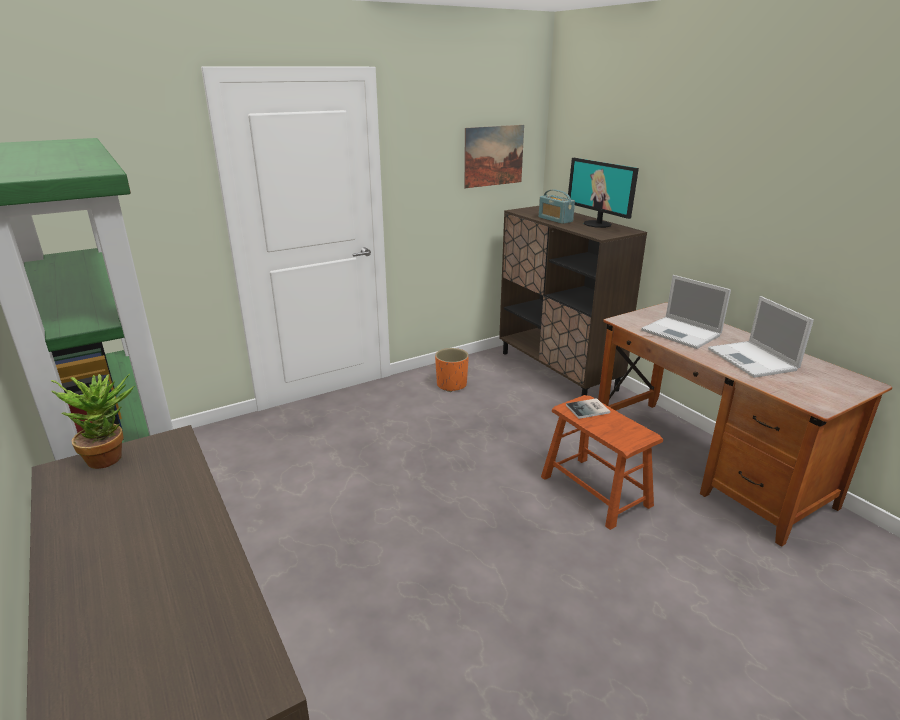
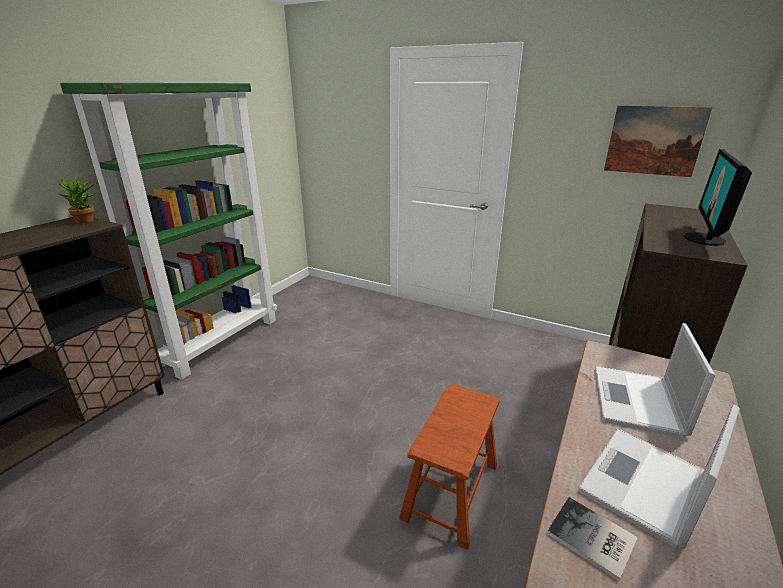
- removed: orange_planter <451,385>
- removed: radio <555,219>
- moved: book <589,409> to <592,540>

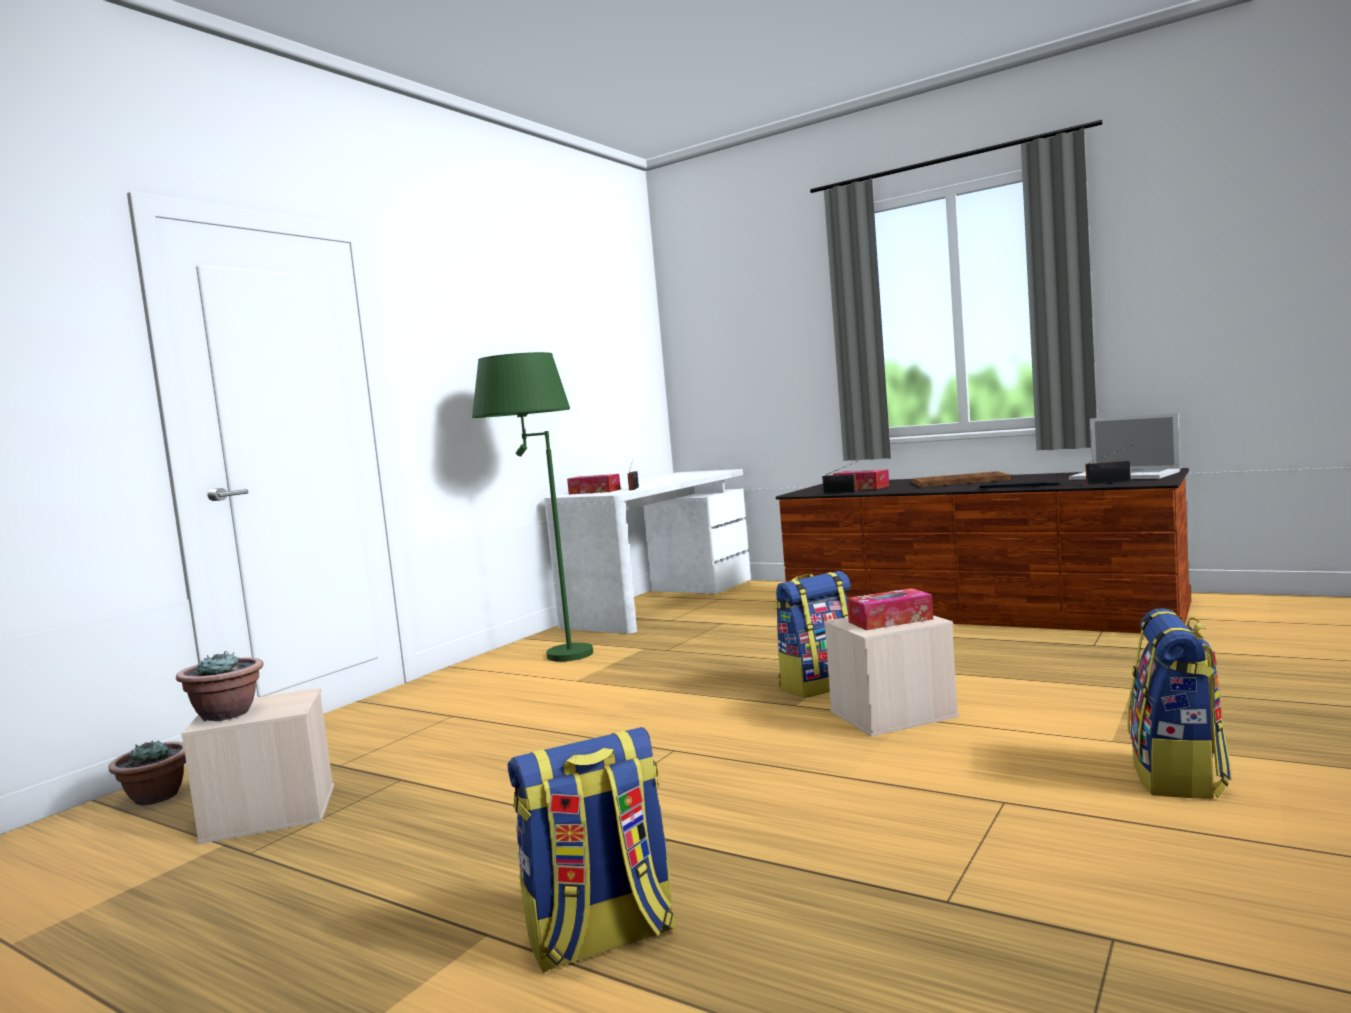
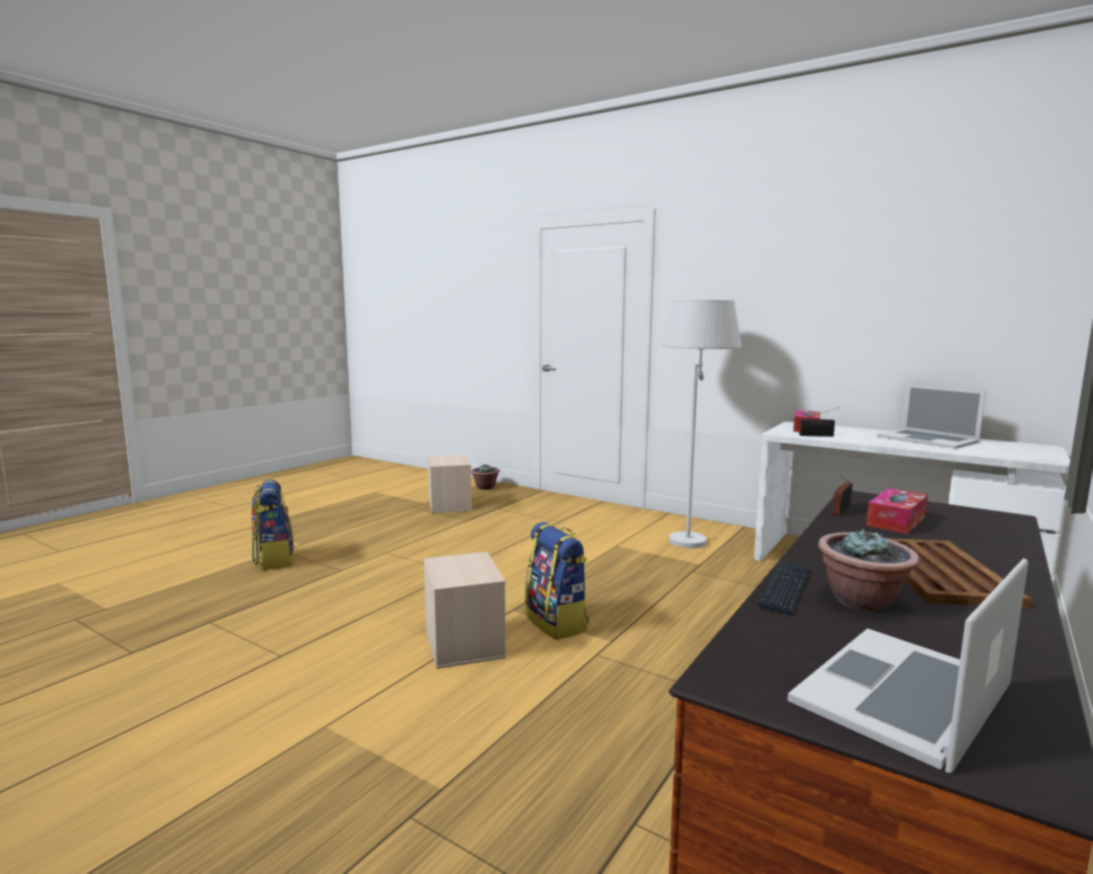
- removed: tissue_box <890,620>
- removed: radio <1111,482>
- removed: backpack <1178,776>
- added: laptop <927,439>
- moved: potted_plant <227,714> to <862,601>
- recoloured: green_floor_lamp <547,654> to white_floor_lamp <692,535>

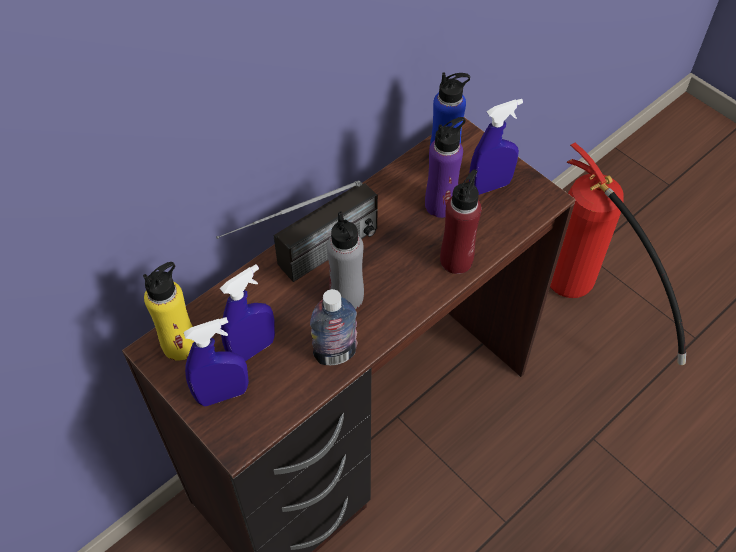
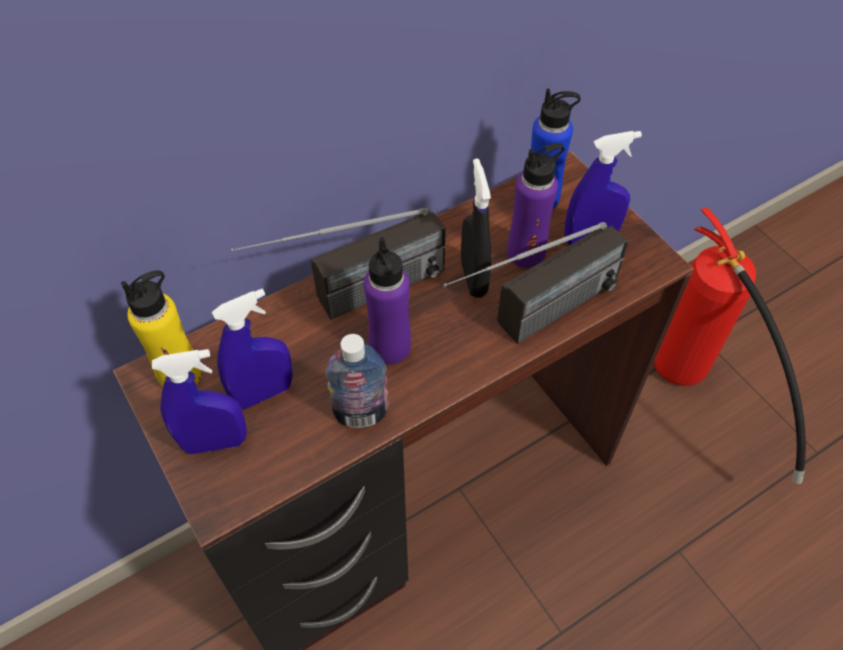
- added: black_spray_bottle <473,278>
- replaced: red_bottle <456,260> to radio <532,322>
- recoloured: grey_bottle <346,297> to purple_bottle <390,347>

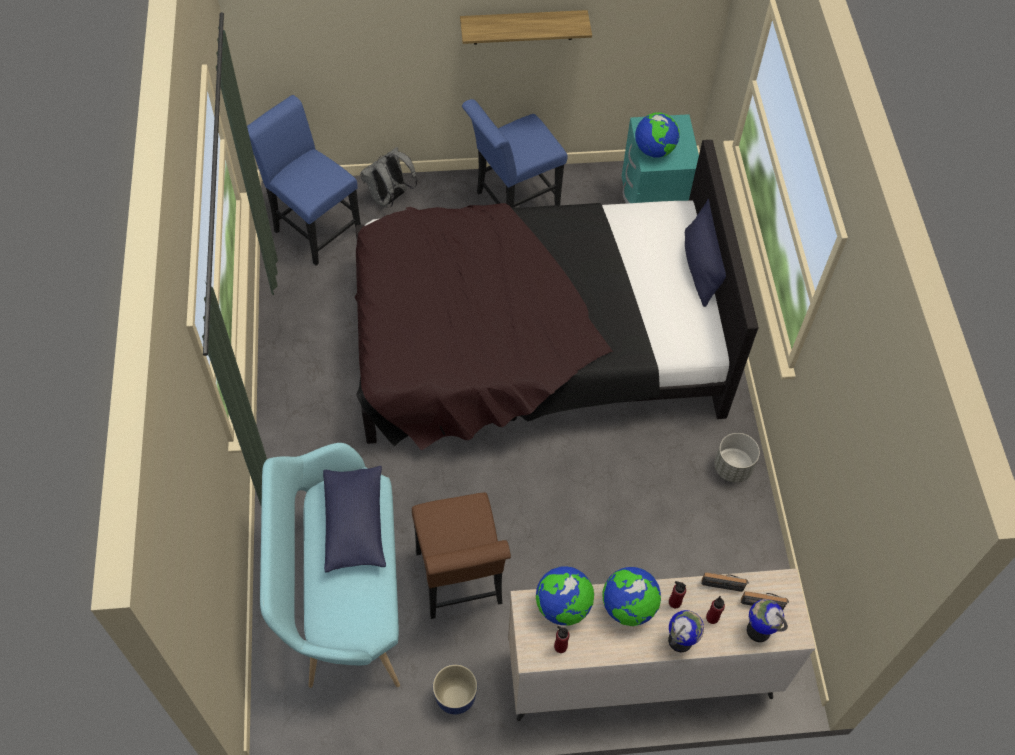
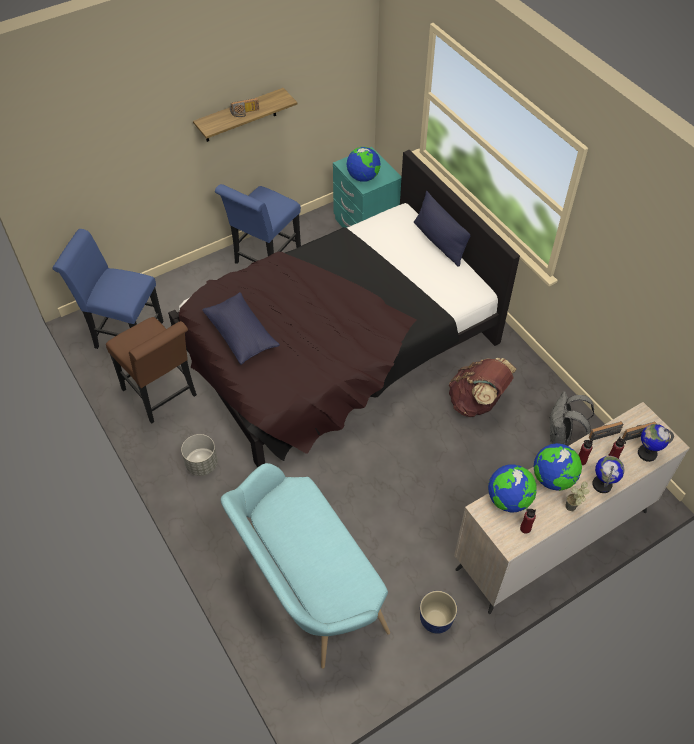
- added: radio <245,113>
- added: brown_backpack <477,402>
- added: potted_plant <572,509>
- moved: blue_pillow <355,524> to <241,335>
- moved: grey_backpack <390,198> to <561,436>
- moved: brown_chair <460,584> to <162,395>
- moved: grey_planter <733,468> to <202,464>

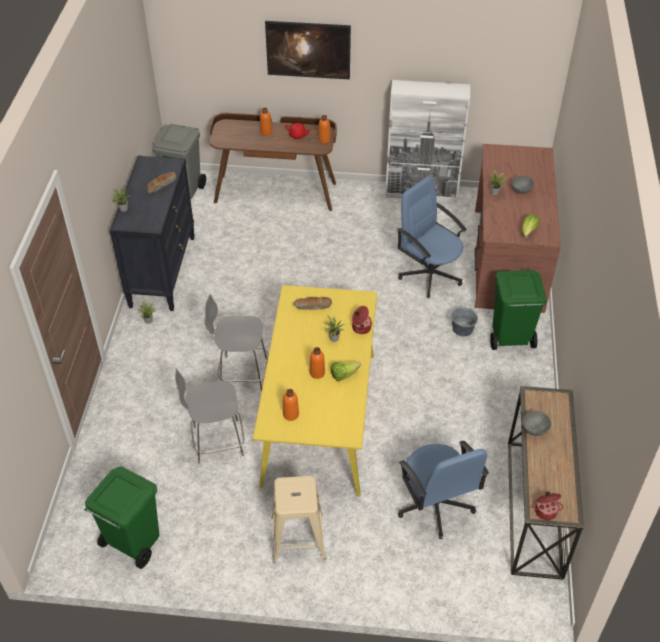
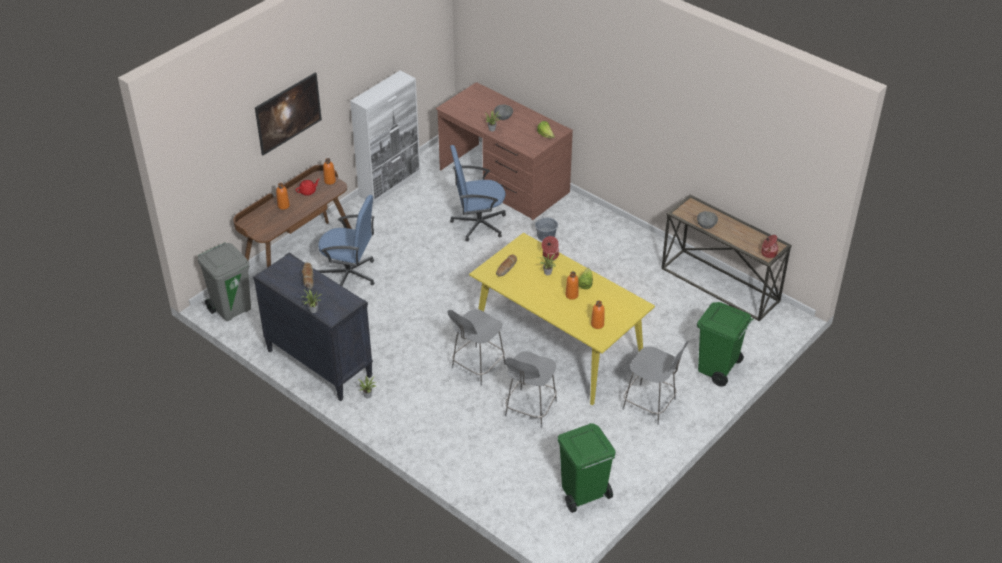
- moved: blue_office_chair <435,505> to <349,275>
- moved: green_trash_can <510,338> to <717,369>
- replaced: beige_stool <298,537> to grey_chair <651,405>

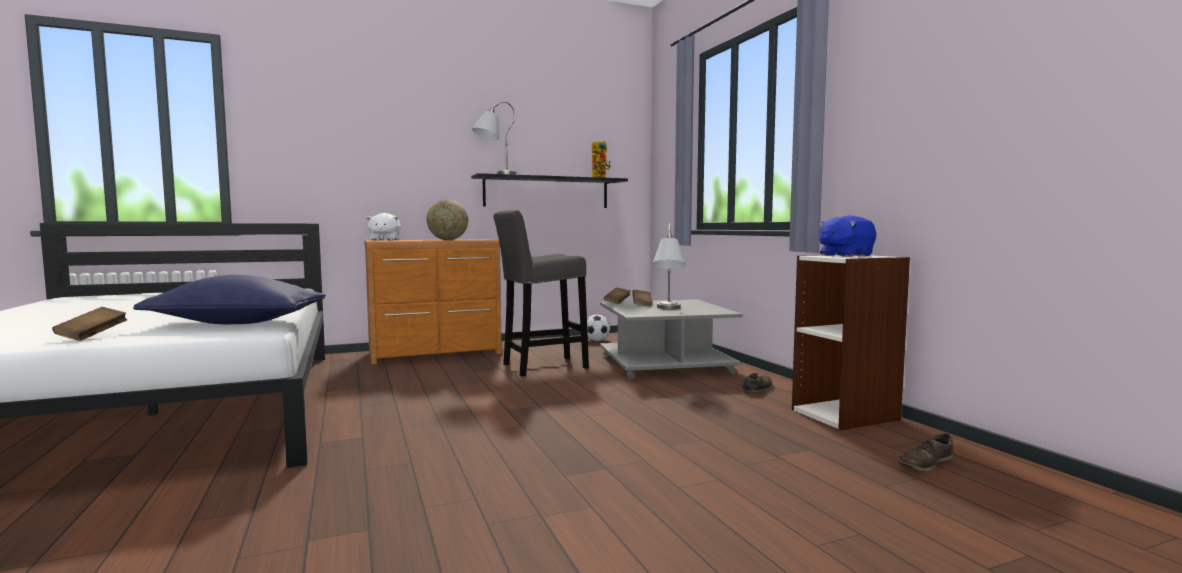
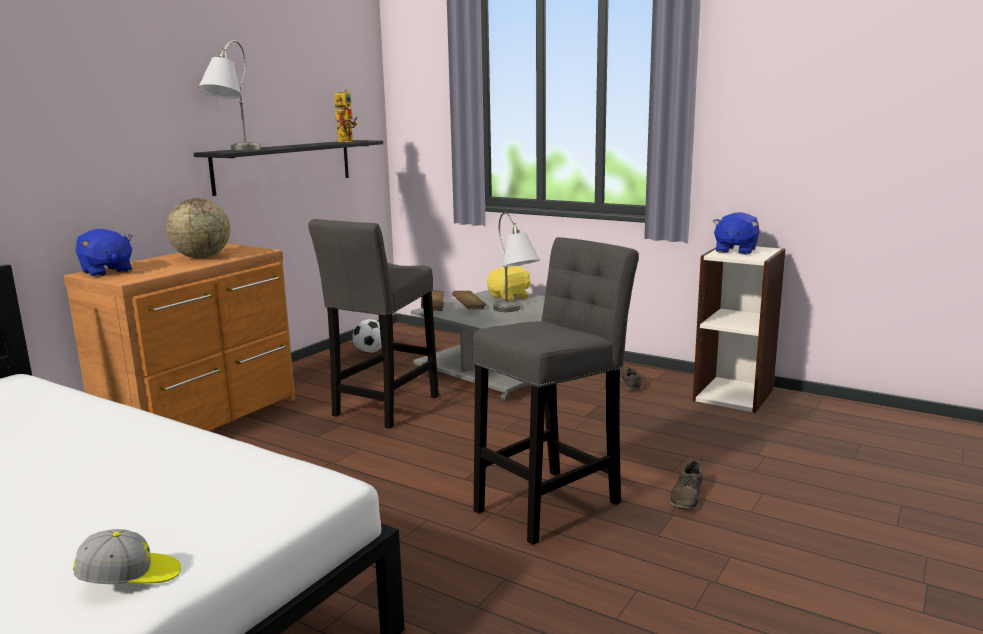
- removed: blue_pillow <237,323>
- added: grey_stool <553,503>
- added: yellow_plush_toy <510,297>
- moved: brown_shoe <925,463> to <687,496>
- replaced: brown_book <92,336> to cap <130,578>
- recoloured: white_plush_toy <384,240> to blue_plush_toy <106,272>

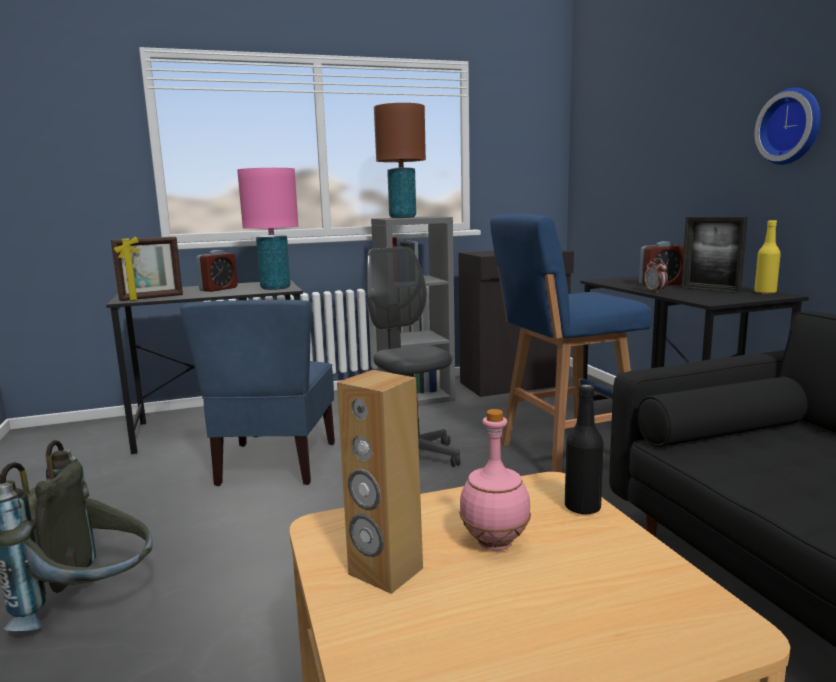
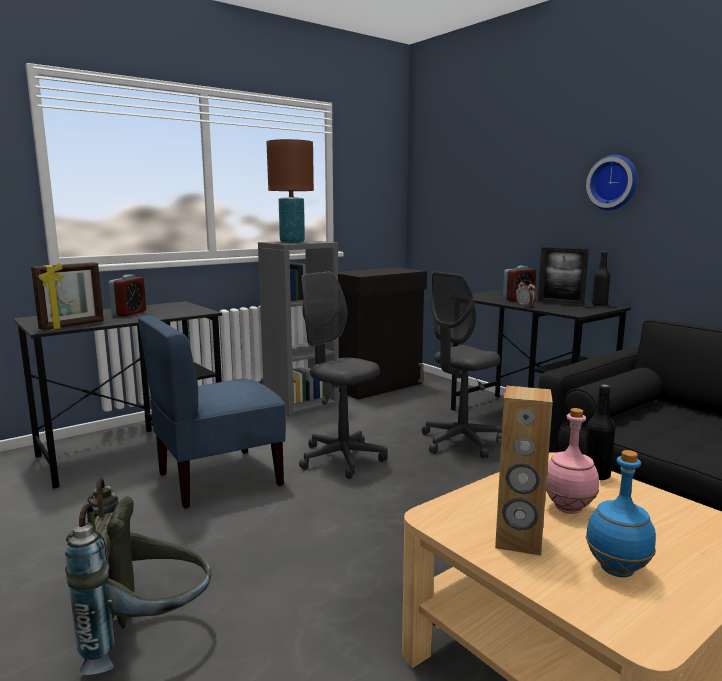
- removed: pink_table_lamp <275,288>
- added: blue_bottle <615,569>
- replaced: blue_stool <563,455> to grey_office_chair <460,442>
- recoloured: yellow_bottle <765,292> to black_bottle <599,304>
- turned: blue_chair <275,464> = <219,479> 75 degrees clockwise

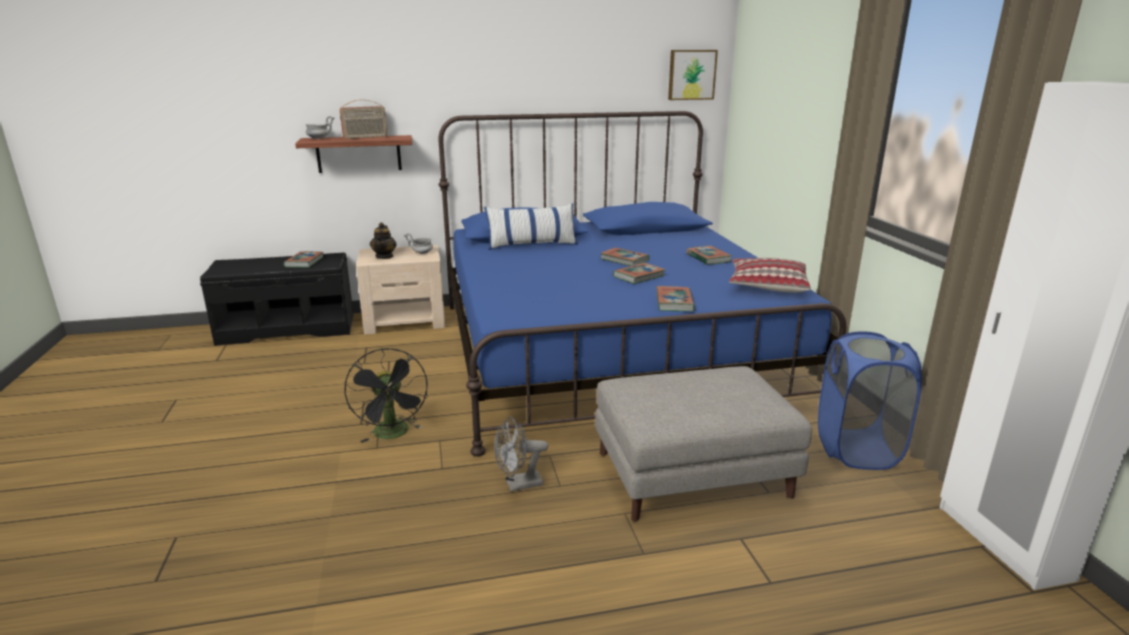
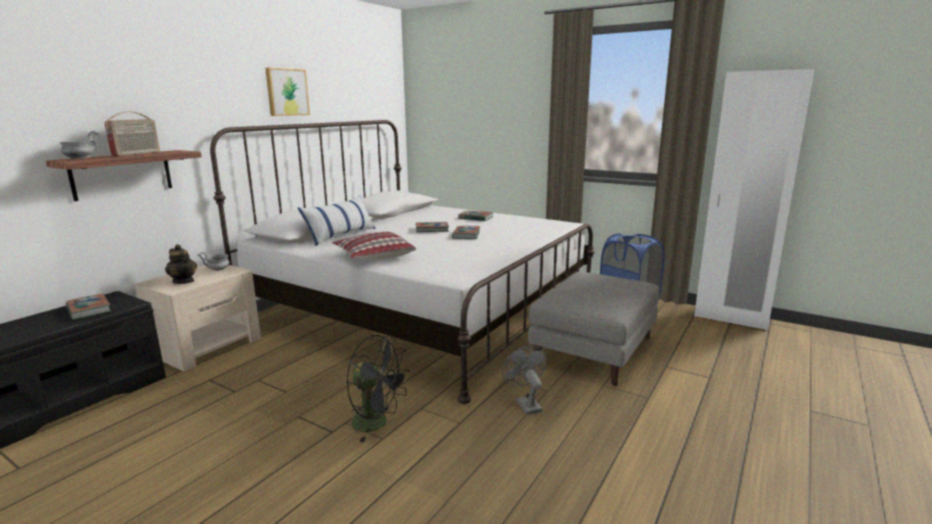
- removed: book <674,302>
- moved: picture <691,74> to <286,92>
- moved: pillow <767,285> to <373,256>
- recoloured: blue_bed <609,351> to white_bed <422,308>
- turned: grey_fan <518,485> = <525,404> 135 degrees clockwise

